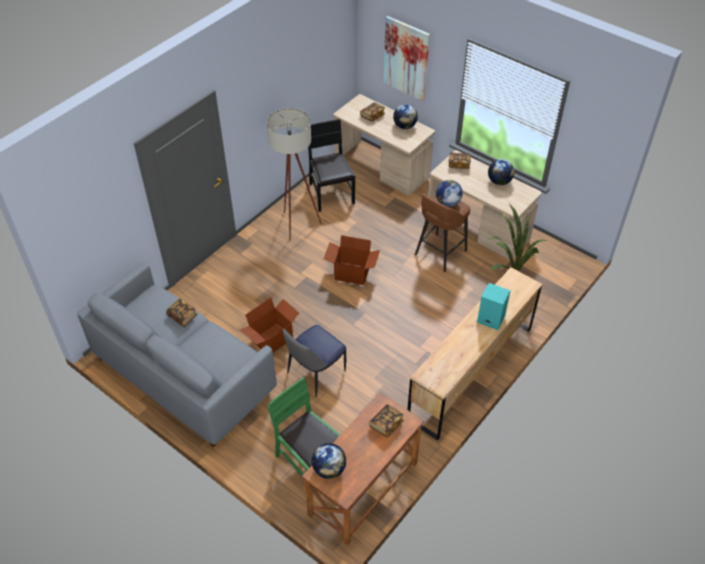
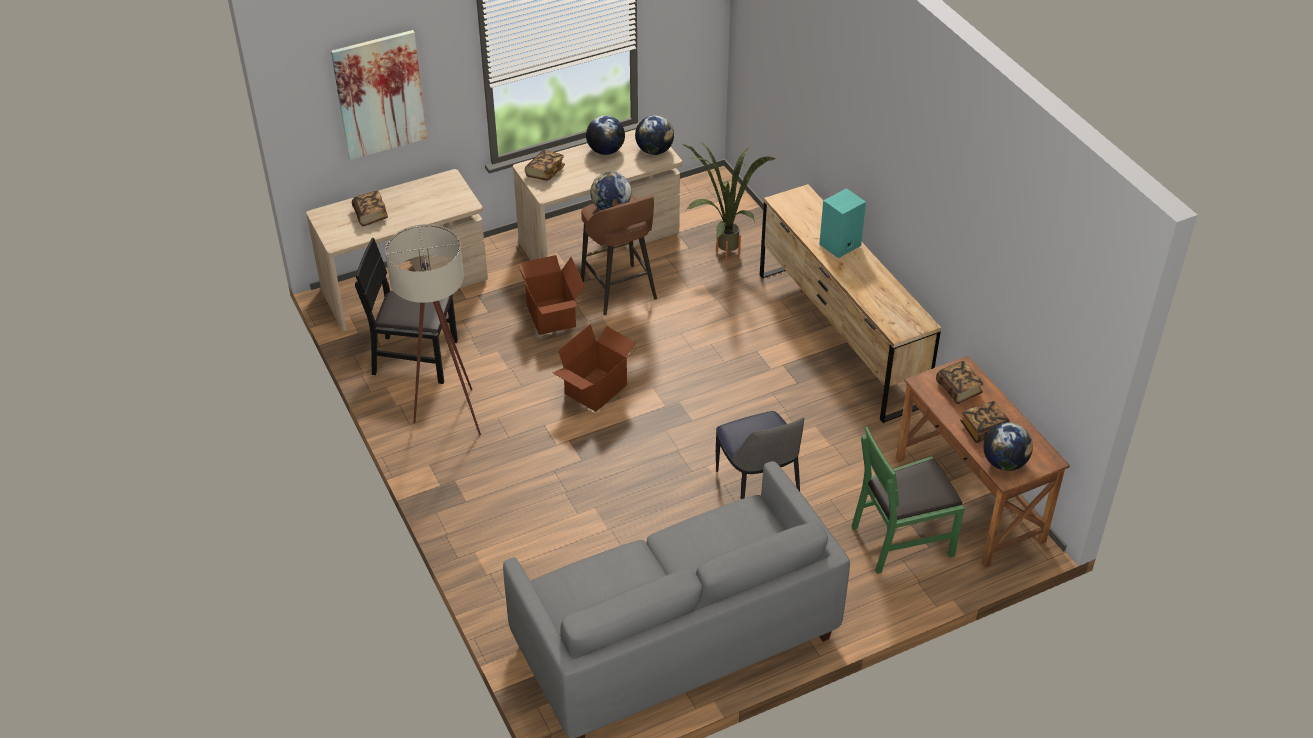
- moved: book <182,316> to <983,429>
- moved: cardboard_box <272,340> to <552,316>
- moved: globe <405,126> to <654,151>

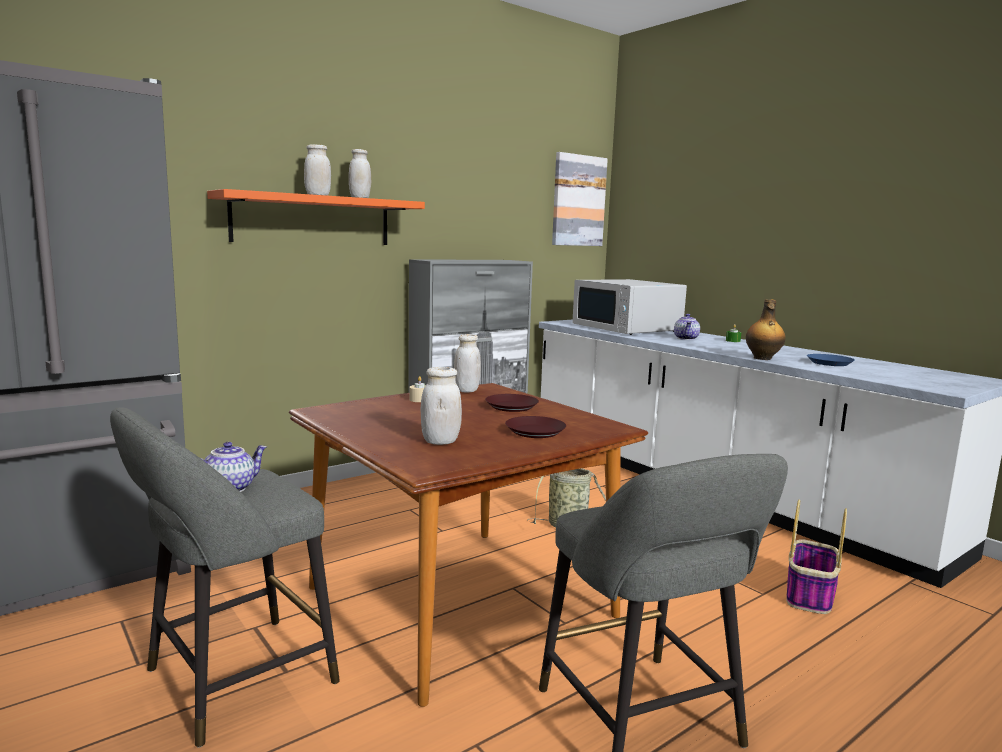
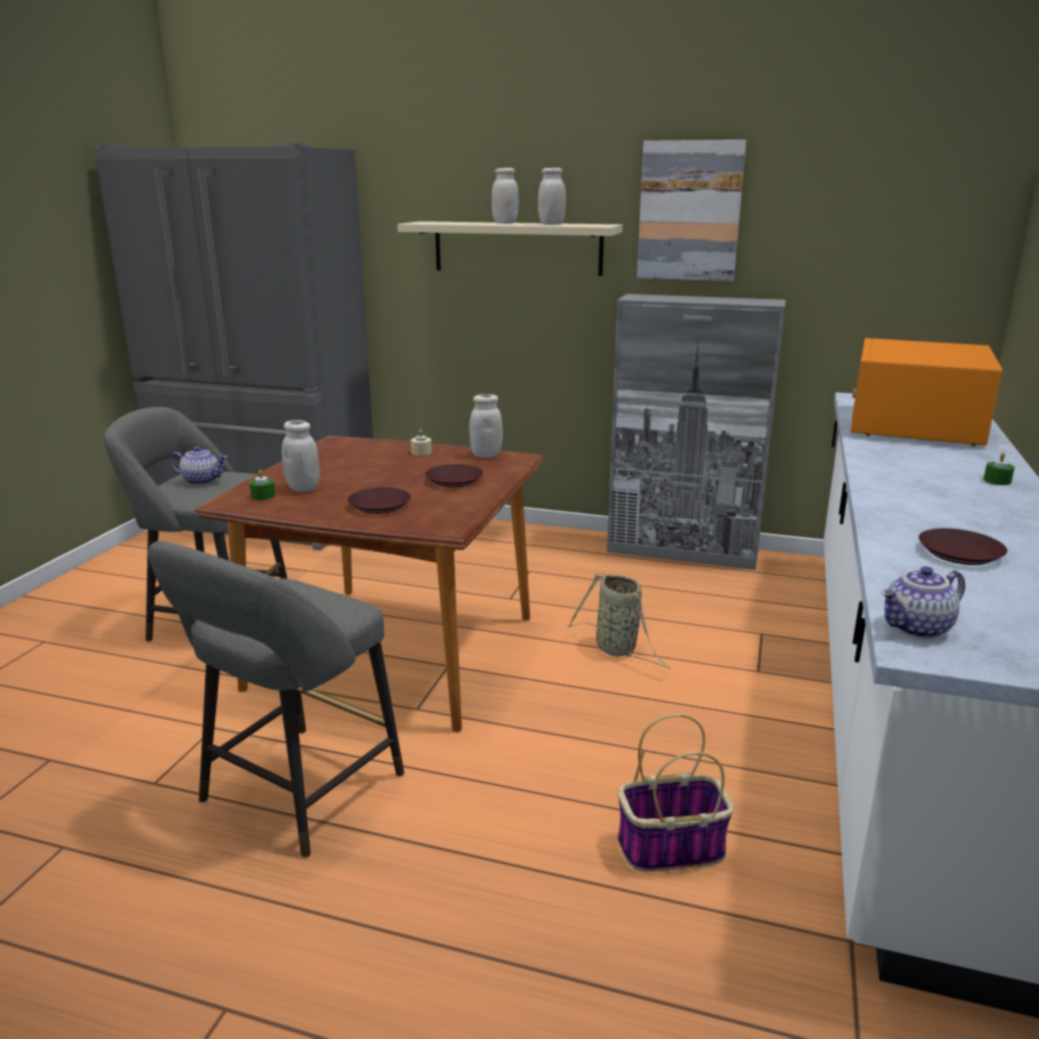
- removed: bottle <762,358>
- added: green_candle <263,496>
- moved: picture <578,201> to <689,211>
- moved: teapot <686,338> to <917,629>
- recoloured: orange_shelf <312,220> to beige_shelf <517,248>
- recoloured: white_microwave <627,328> to orange_microwave <914,425>
- recoloured: blue_plate <829,363> to brown_plate <960,553>

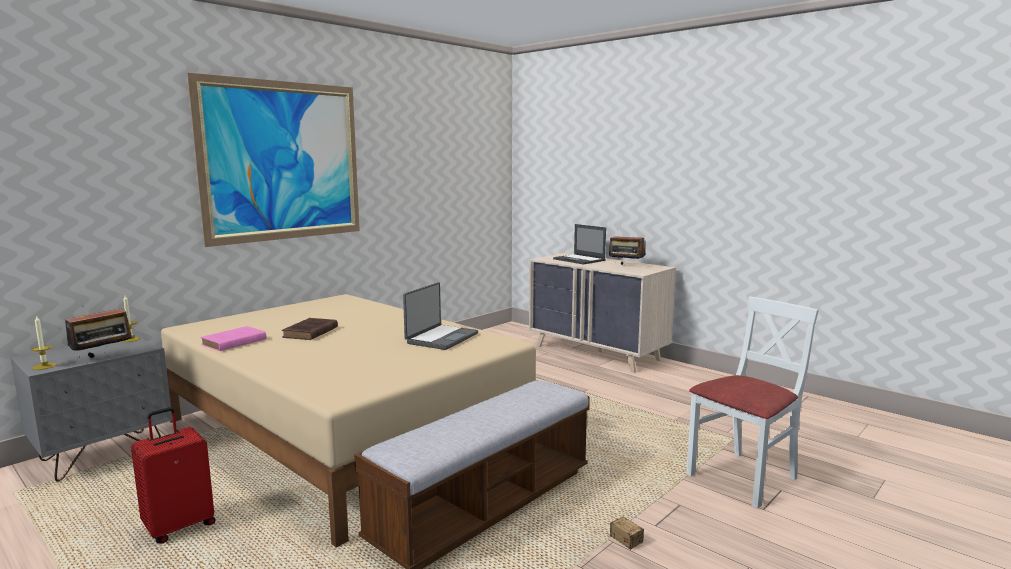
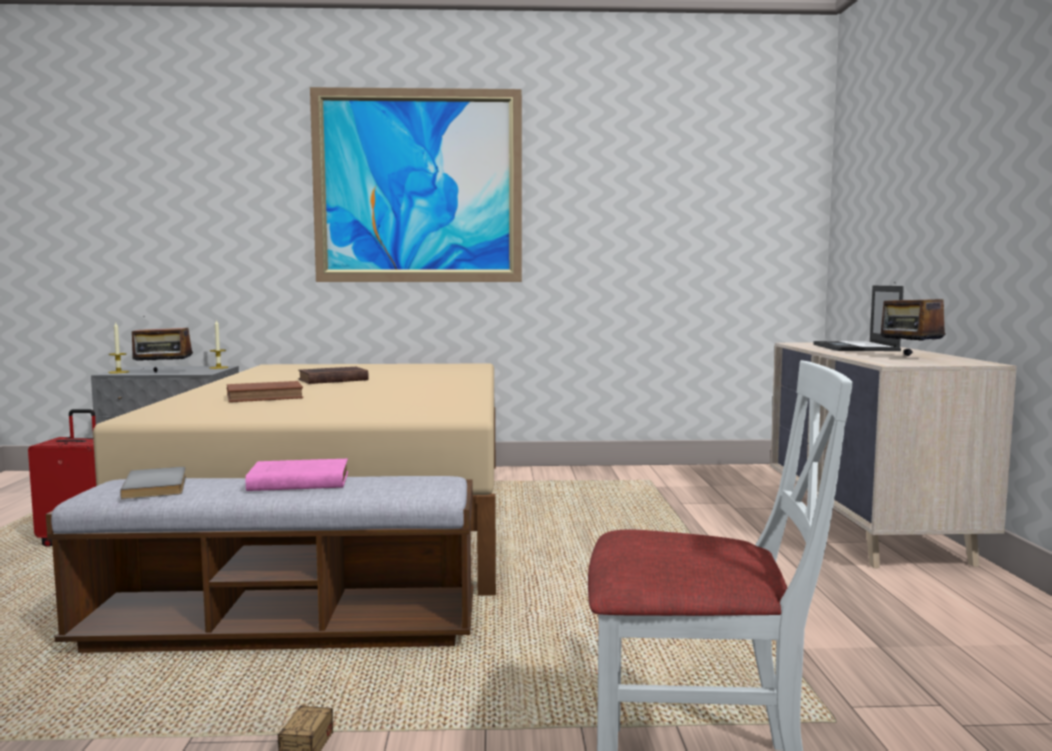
- removed: laptop <441,338>
- added: grey_book <158,486>
- added: brown_book <267,397>
- moved: pink_book <232,342> to <296,482>

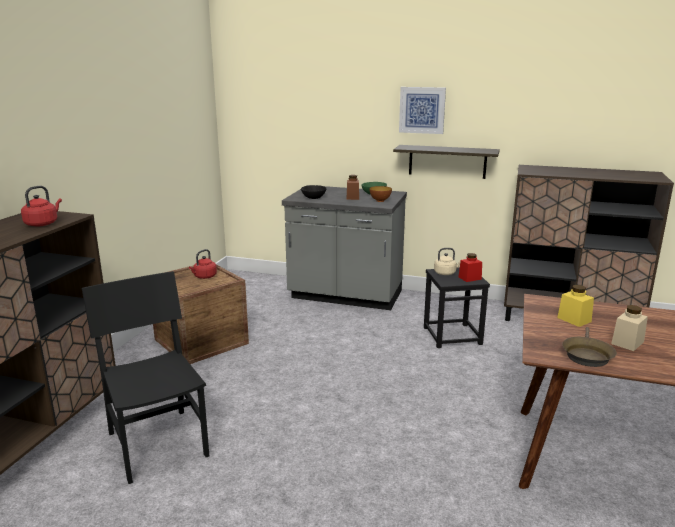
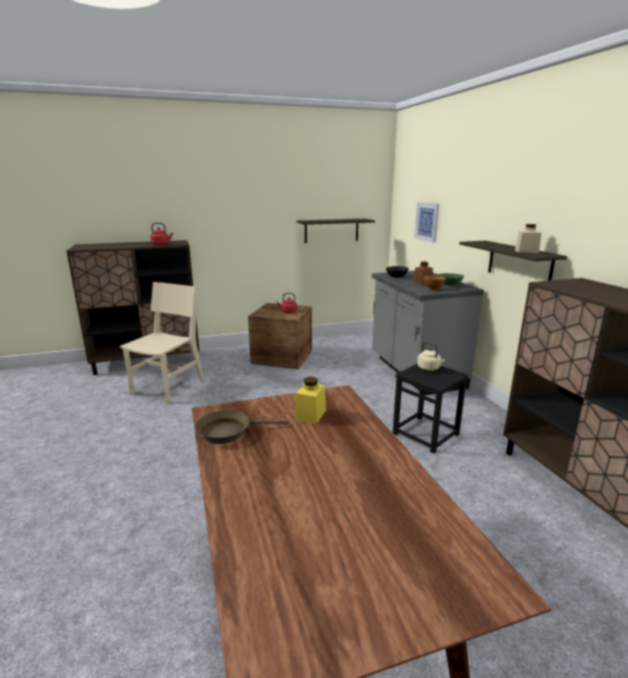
- removed: red_jar <470,278>
- added: shelf <331,230>
- moved: picture <422,110> to <427,221>
- moved: beige_jar <627,342> to <526,251>
- recoloured: black_chair <158,444> to beige_chair <168,387>

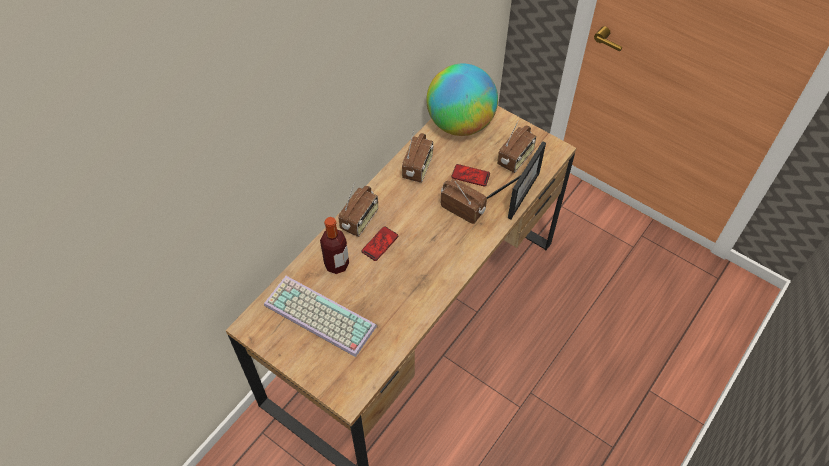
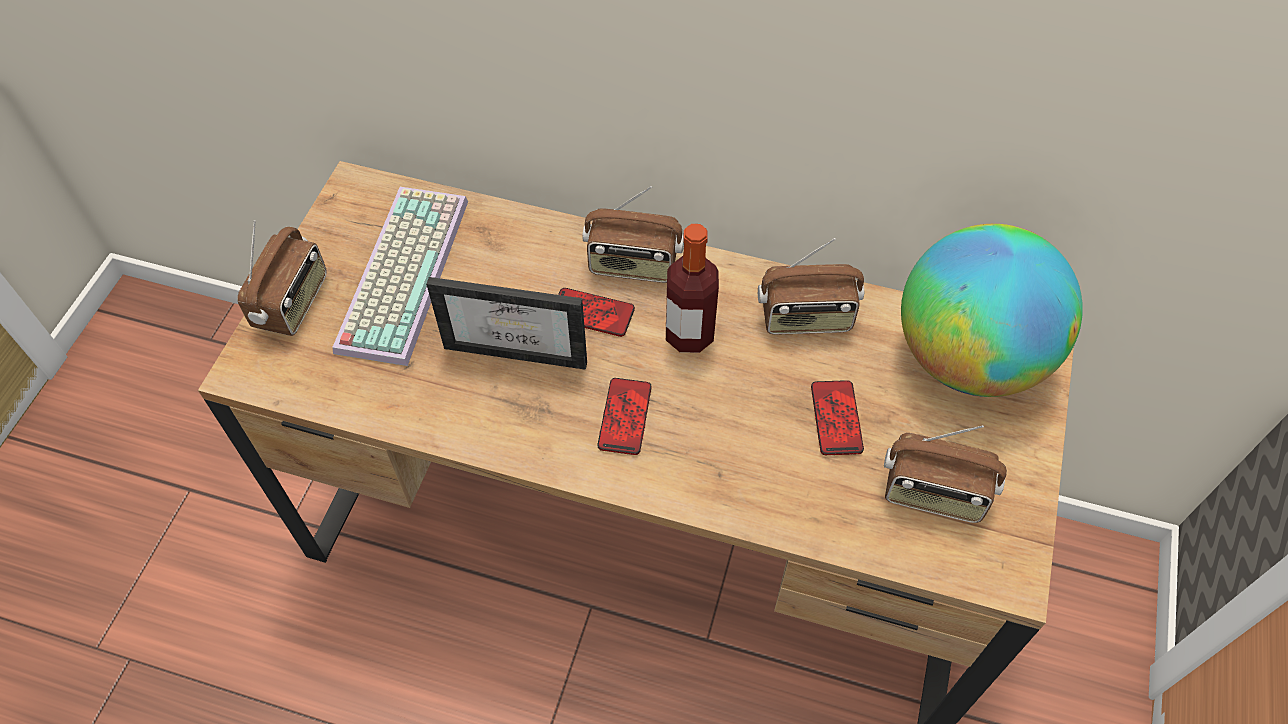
- added: phone <625,417>
- moved: bottle <336,264> to <689,335>
- moved: radio <463,209> to <293,303>
- moved: picture_frame <518,191> to <521,344>

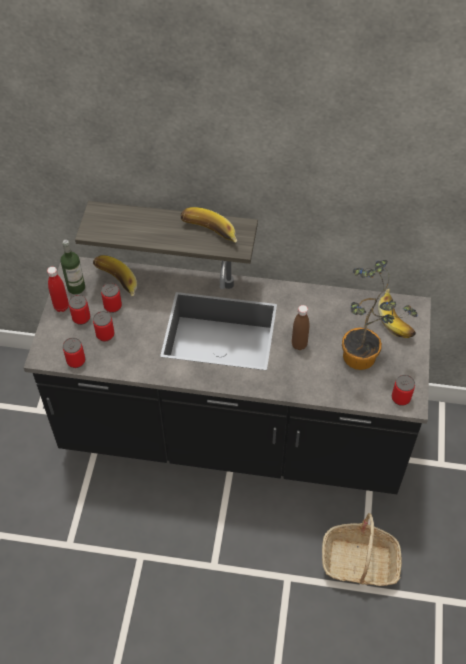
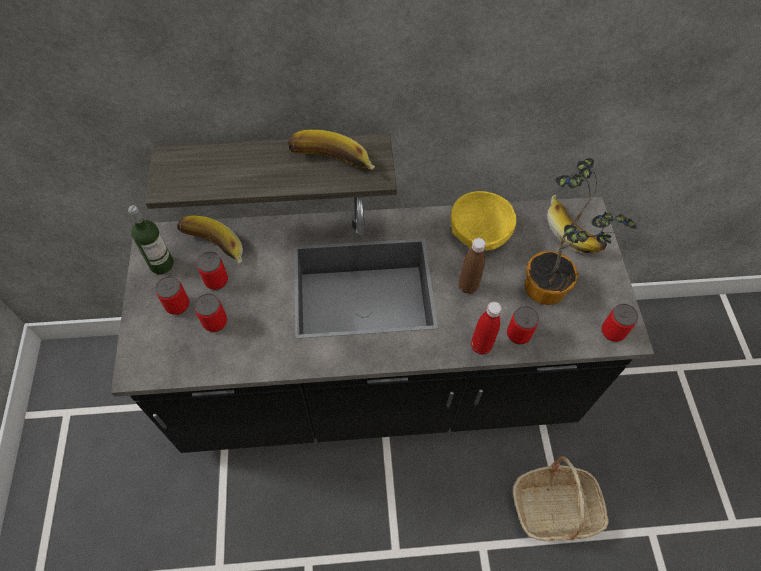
- added: yellow_bowl <478,233>
- moved: red_bottle <61,307> to <481,346>
- moved: can <76,361> to <518,334>

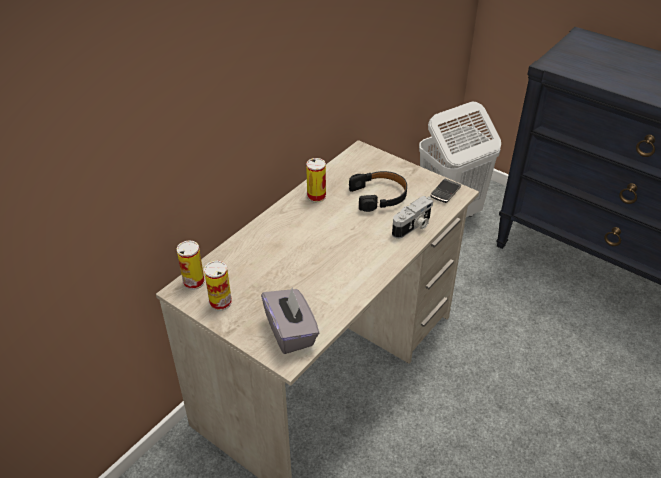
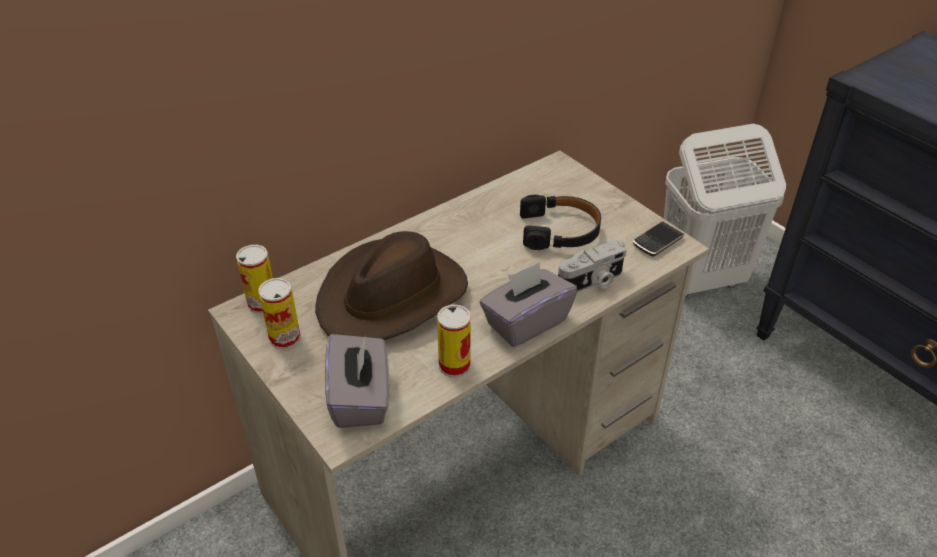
- added: brown_hat <392,296>
- added: grey_tissue_box <526,322>
- moved: can <316,196> to <454,365>

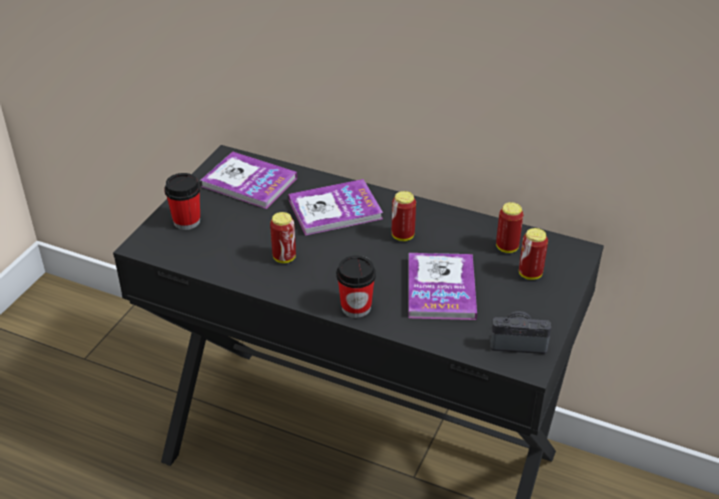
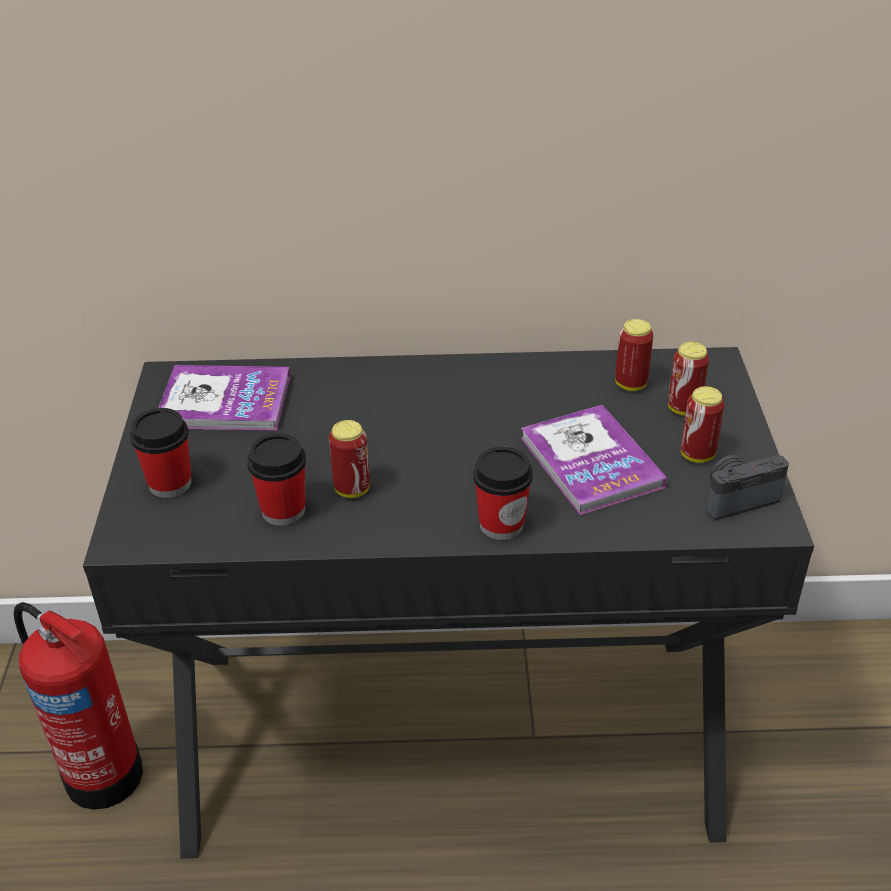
- removed: book <335,209>
- added: fire_extinguisher <101,771>
- added: cup <283,510>
- moved: can <402,236> to <697,455>

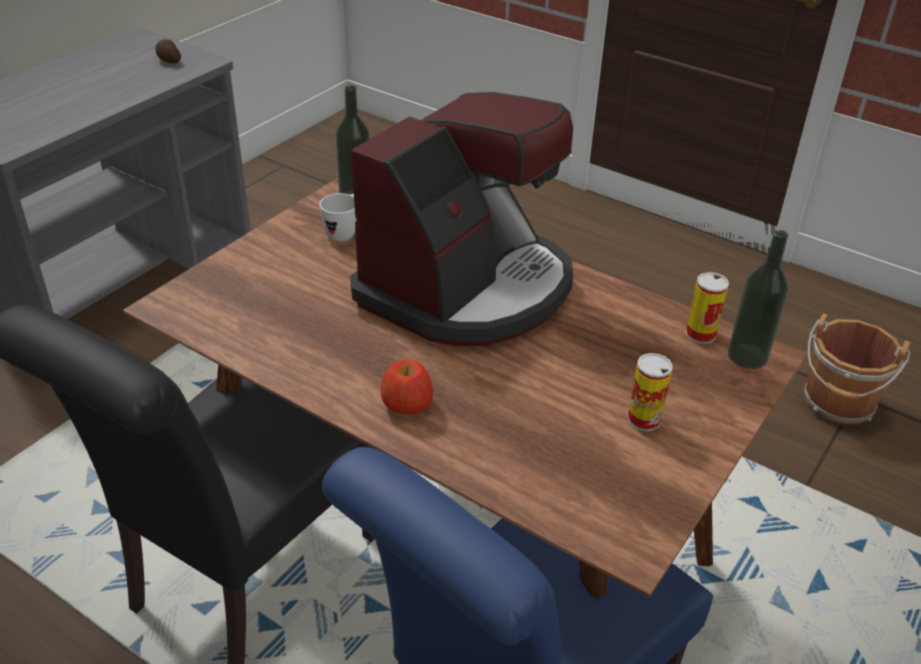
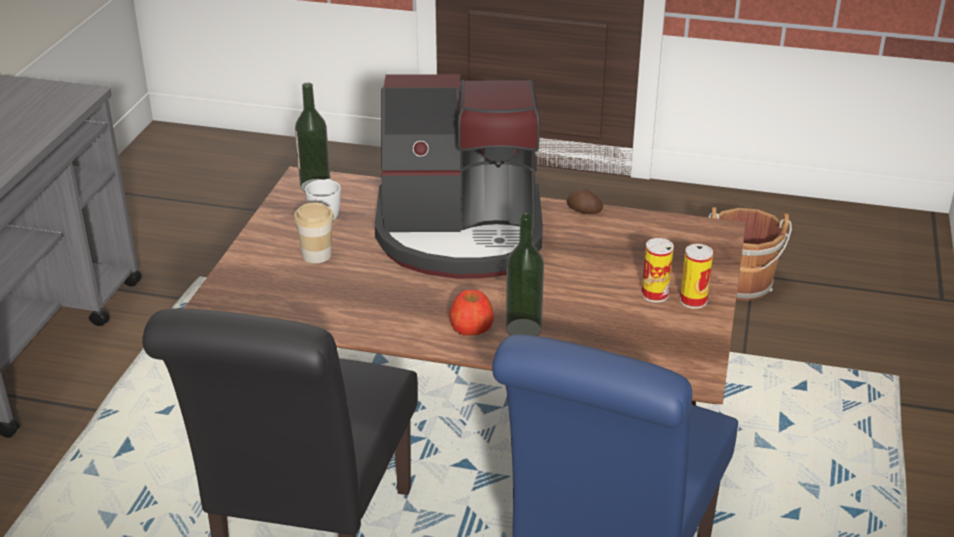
- added: cup <317,255>
- moved: potato <169,60> to <583,211>
- moved: can <700,334> to <693,300>
- moved: bottle <747,356> to <523,329>
- turned: coffee_machine <468,288> = <461,234> 75 degrees clockwise

